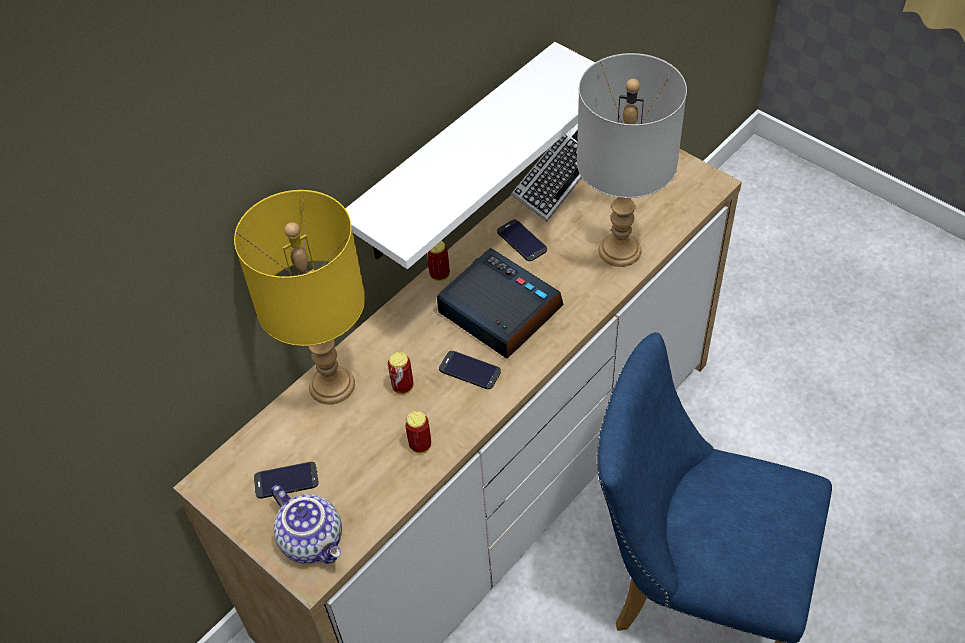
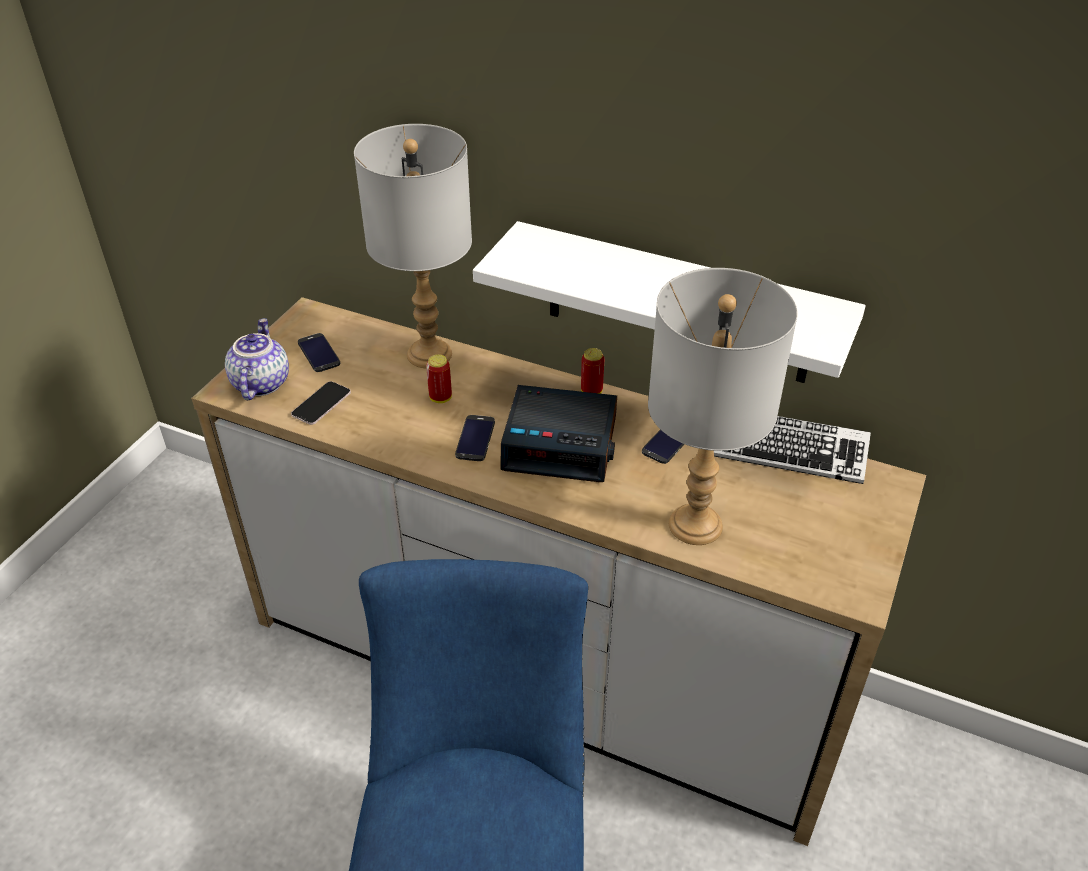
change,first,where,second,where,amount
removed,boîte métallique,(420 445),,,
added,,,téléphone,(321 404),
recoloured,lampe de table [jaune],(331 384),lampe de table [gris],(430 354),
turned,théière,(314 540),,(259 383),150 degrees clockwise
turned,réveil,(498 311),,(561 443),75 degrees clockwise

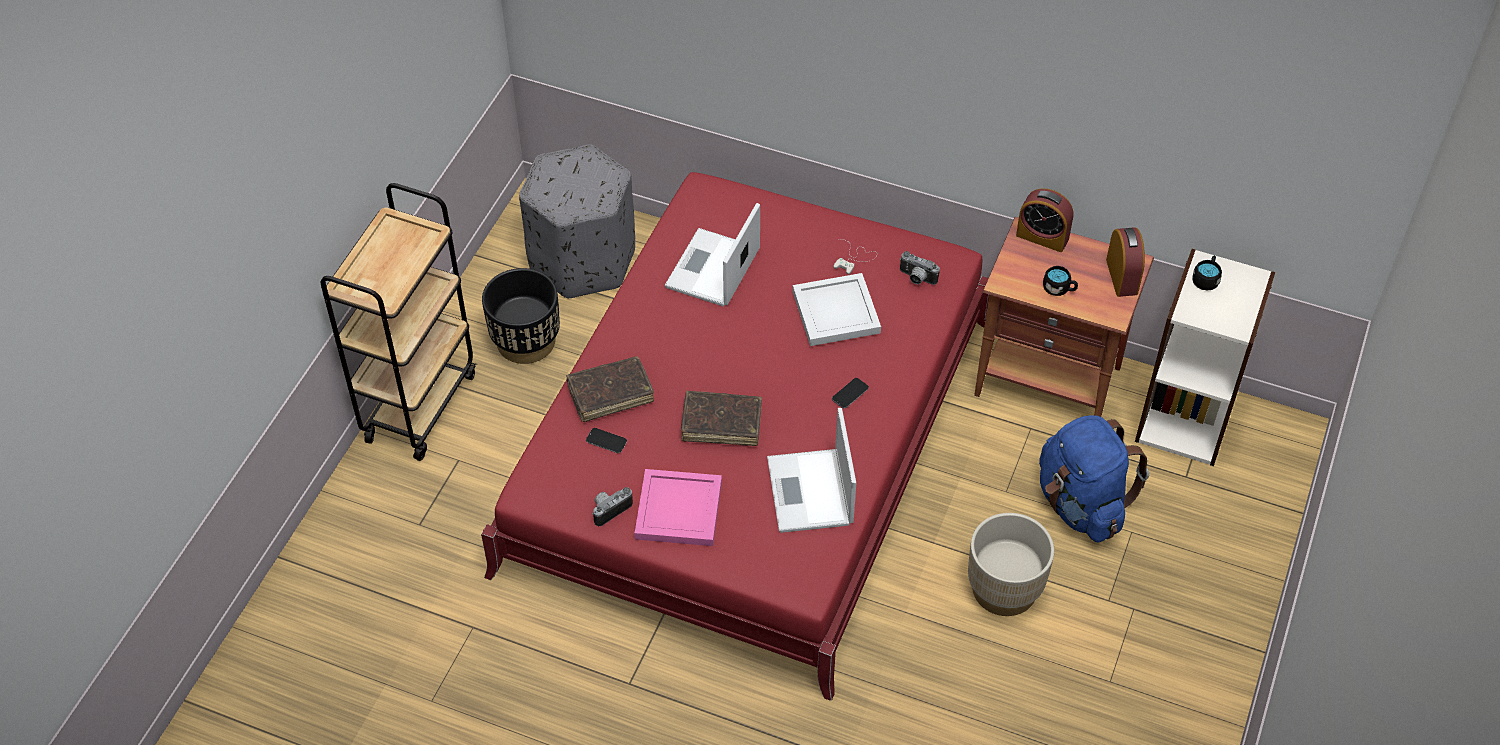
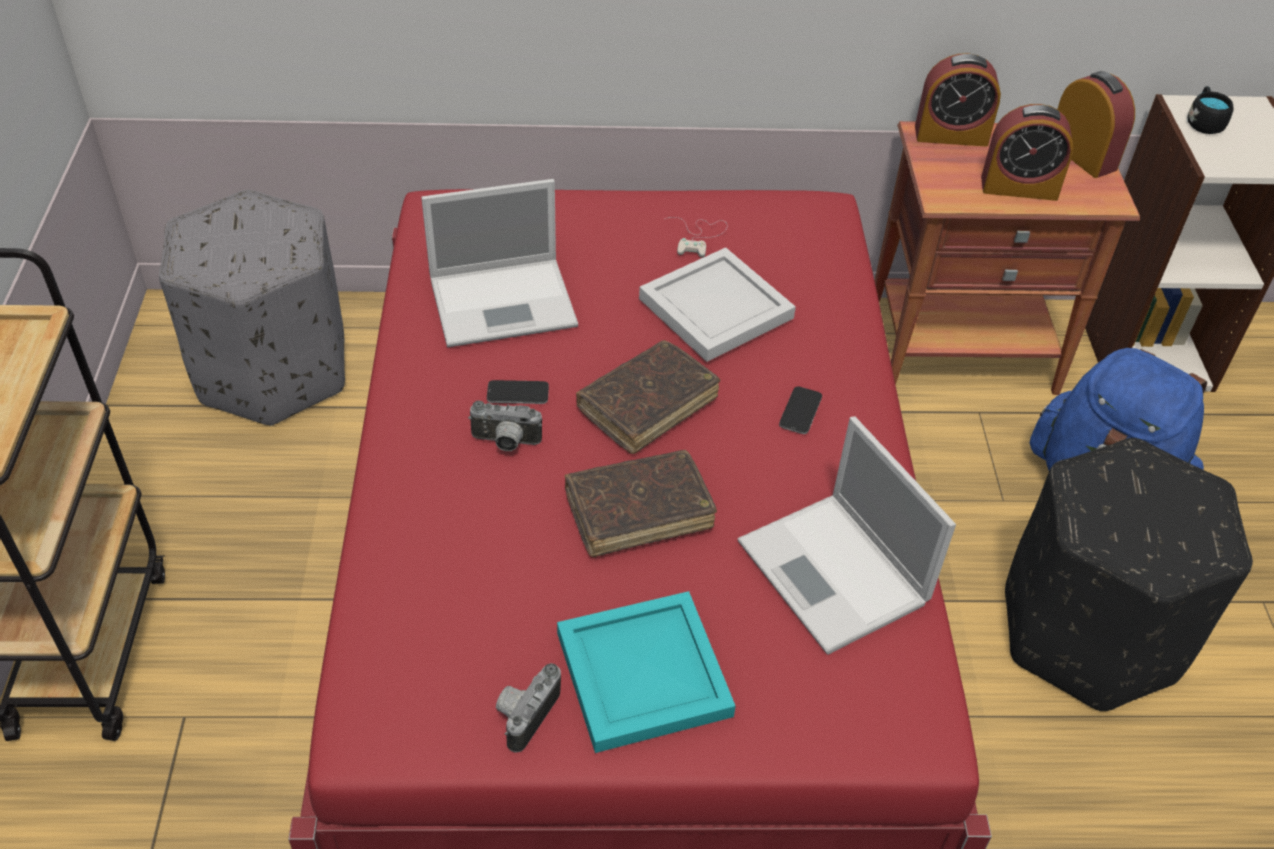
change,first,where,second,where,amount
removed,cache-pot [noir],(526 341),,,
moved,livre [marron],(610 394),,(647 405),
moved,téléphone,(606 441),,(517 393),
moved,appareil photo,(916 279),,(505 443),
replaced,cache-pot [beige],(1004 589),pouf [noir],(1090 633),
replaced,mug [noir],(1059 289),réveil,(1019 187),
recoloured,plateau [rose],(680 511),plateau [turquoise],(646 675),
turned,ordinateur portable,(712 270),,(506 302),105 degrees counterclockwise

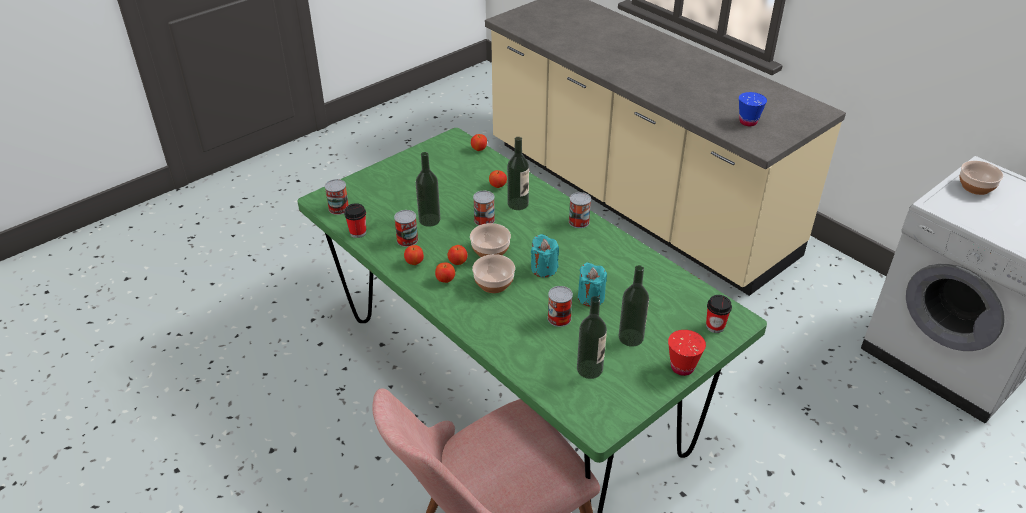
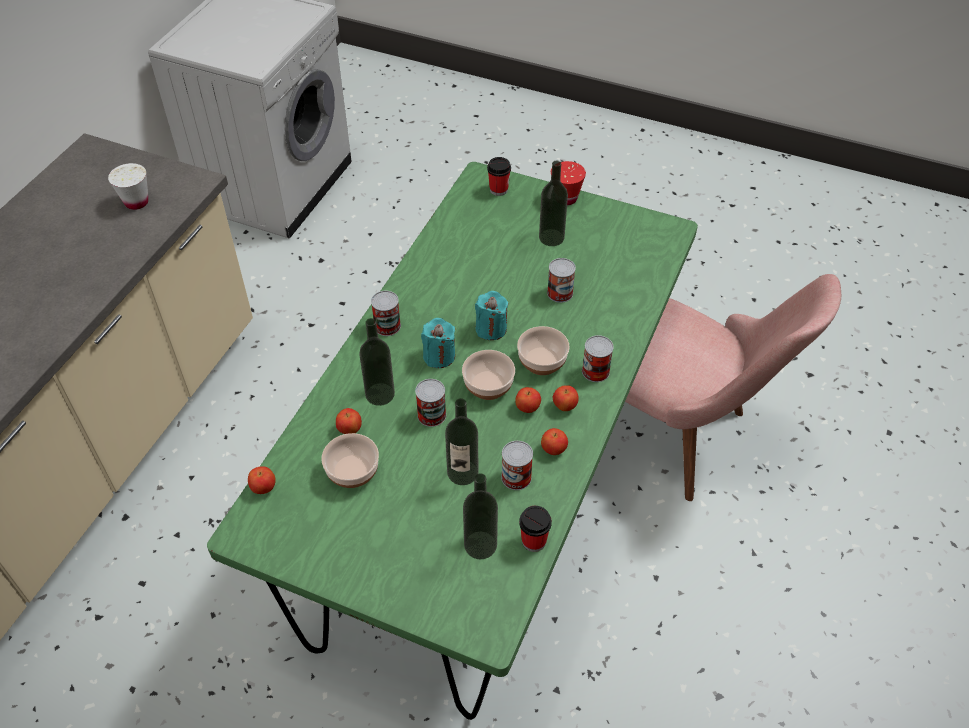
change,first,where,second,where,amount
moved,boîte métallique,(338 208),,(595 371),
moved,bouteille,(589 369),,(480 545),
moved,bougie [turquoise],(591 297),,(439 356),
moved,bol,(976 187),,(353 471),
recoloured,tasse [bleu],(748 122),tasse [blanc],(136 202),

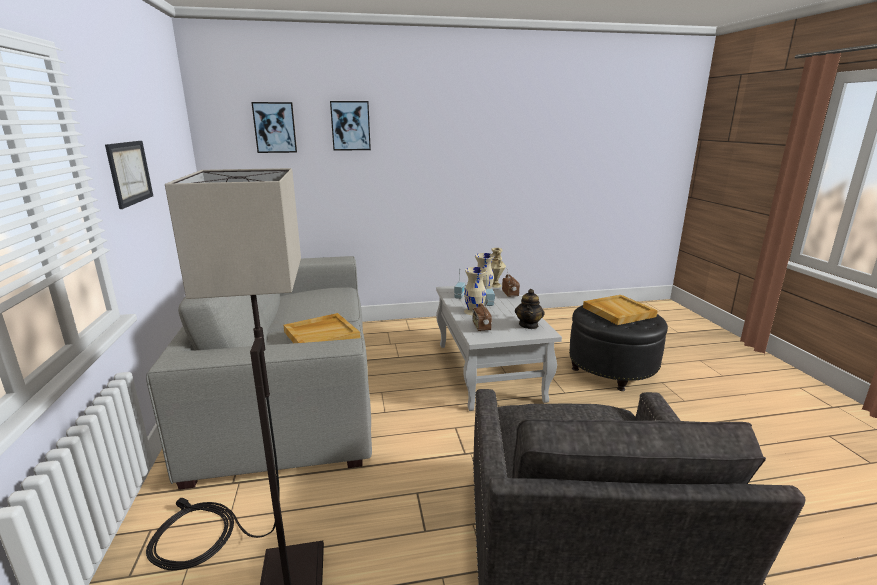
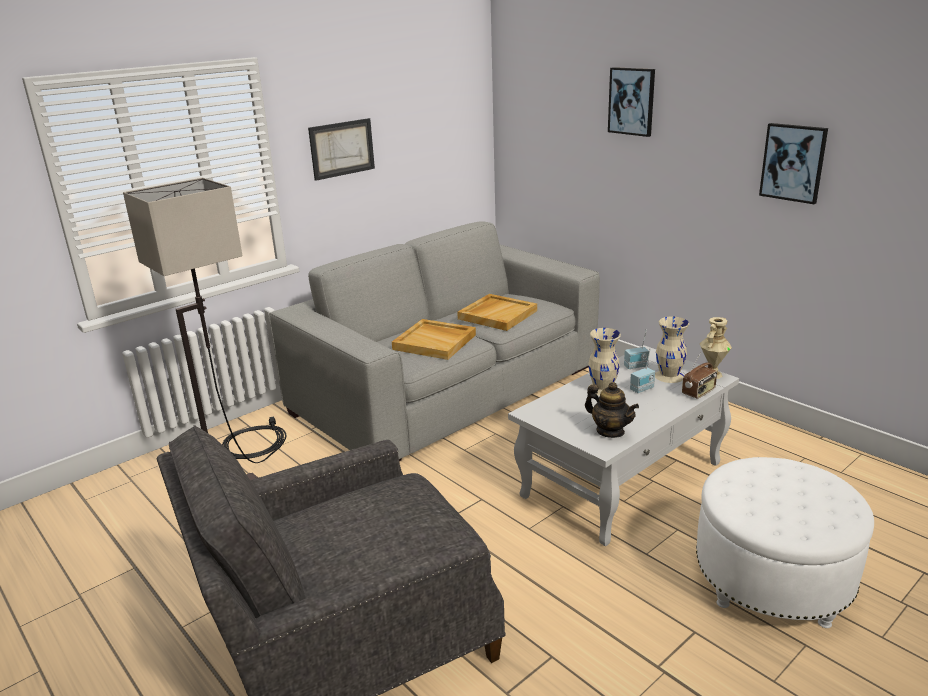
change,first,where,second,where,amount
removed,radio,(481 327),,,
moved,tableau,(275 127),,(793 162),
moved,plateau [beige],(618 312),,(497 314),
recoloured,pouf [noir],(611 370),pouf [blanc],(771 582),
turned,théière,(529 325),,(610 431),120 degrees counterclockwise

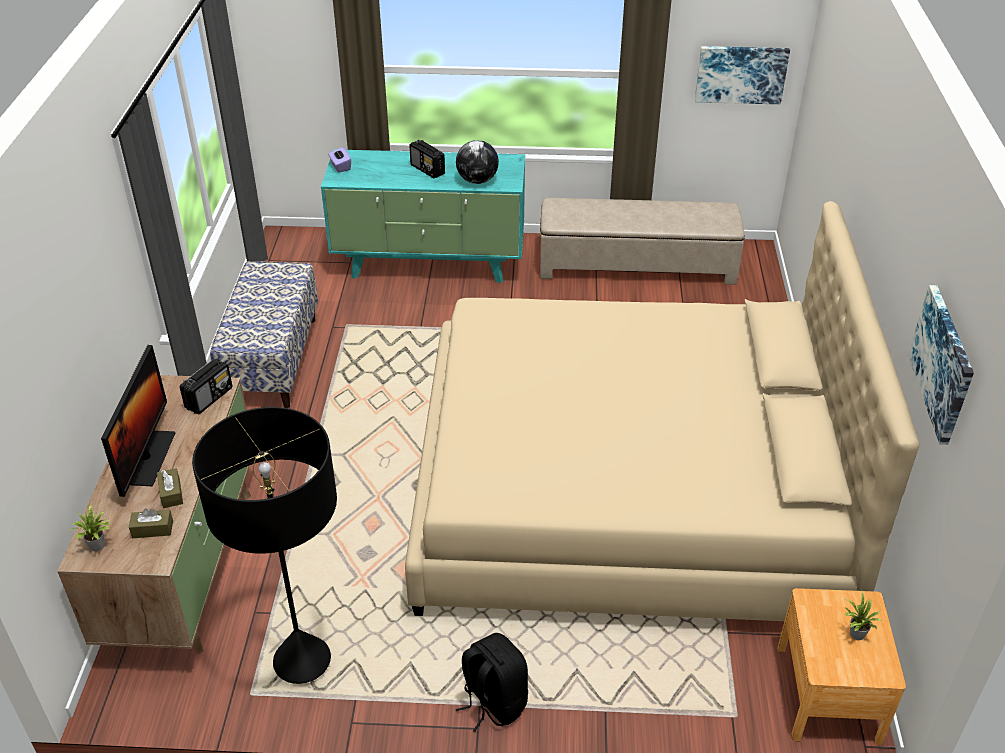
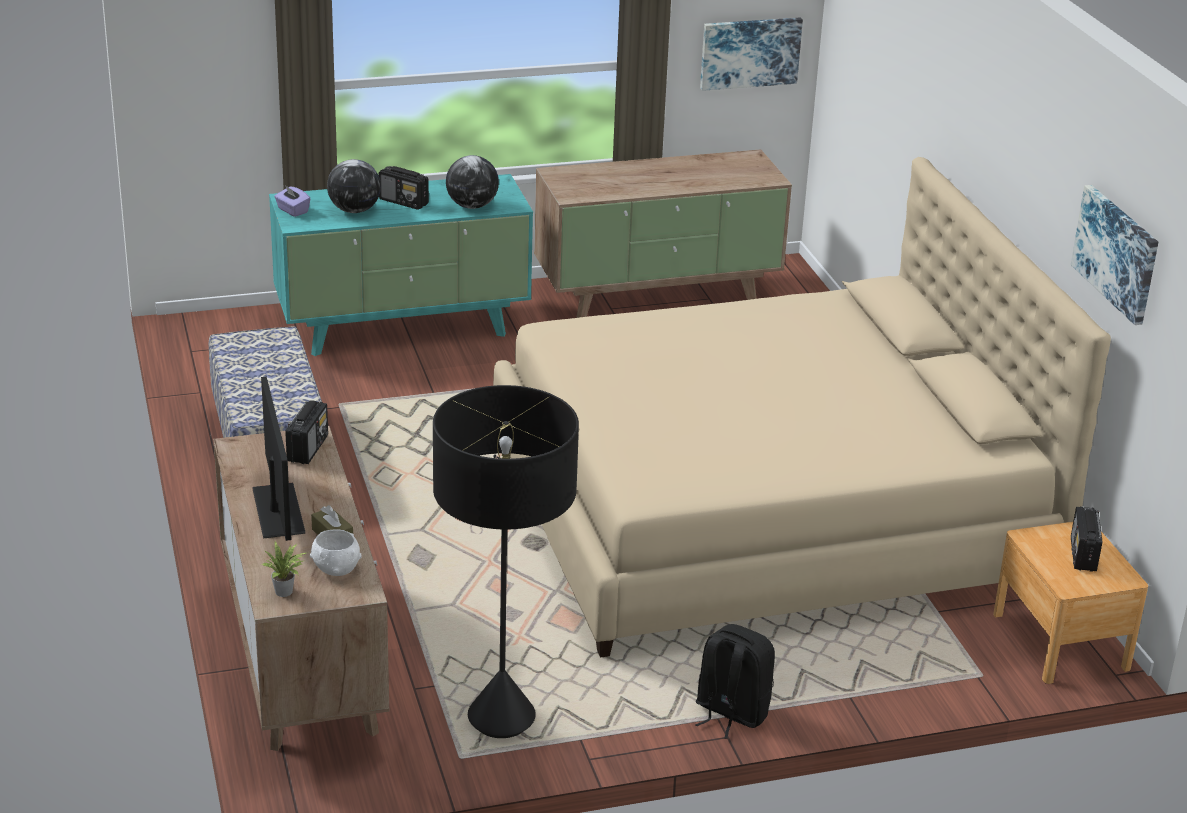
change,first,where,second,where,amount
added,,,globe,(354 210),
replaced,boîte à mouchoirs [marron],(152 529),bol [blanc],(336 568),
replaced,banc [beige],(637 264),commode [vert],(656 296),
replaced,plante en pot,(855 634),radio,(1083 555),

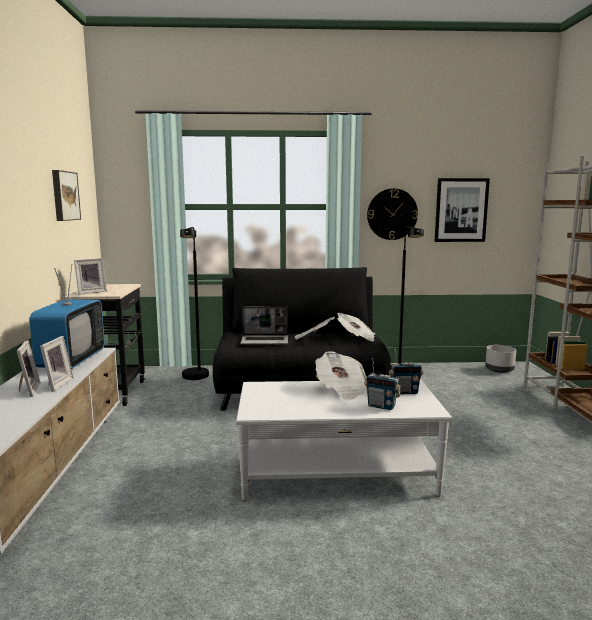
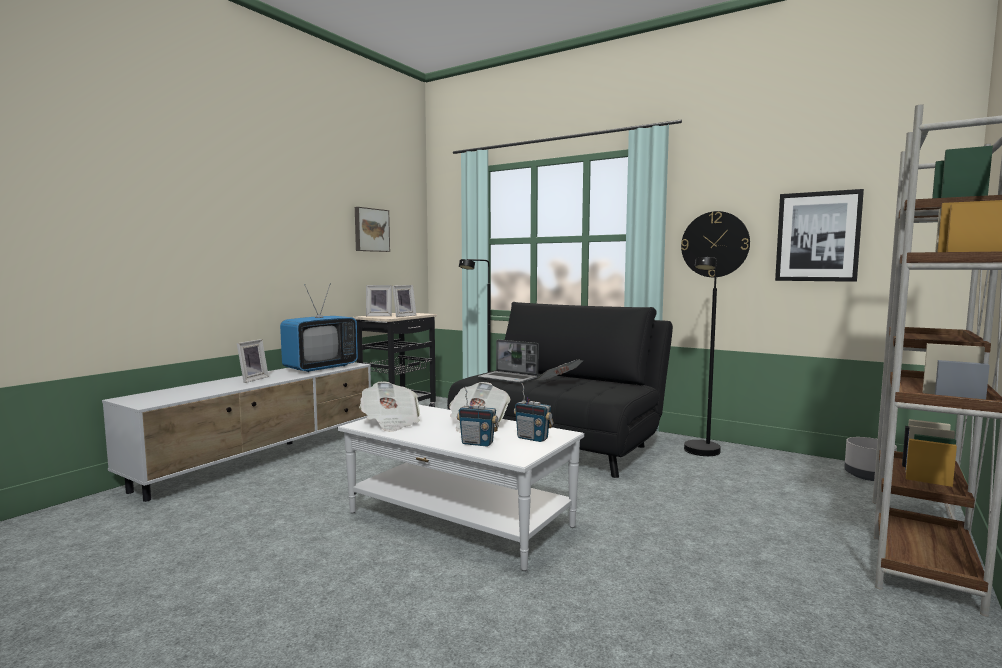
change,first,where,second,where,amount
moved,cadre photo,(56 384),,(403 316),
moved,journal,(356 337),,(391 423),
turned,radio,(381 406),,(477 443),45 degrees counterclockwise

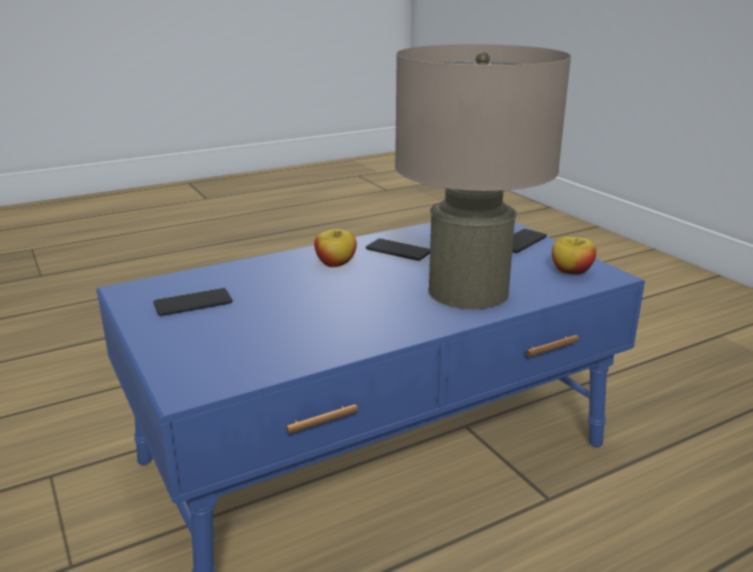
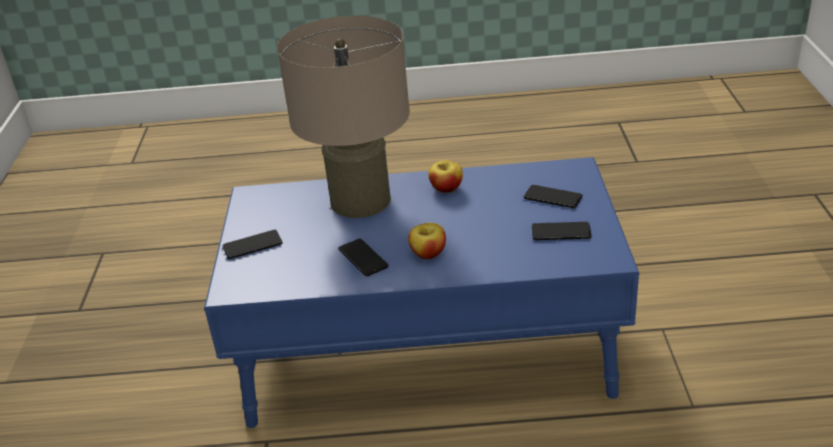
change,first,where,second,where,amount
added,,,téléphone,(552 197),
moved,pomme,(571 271),,(446 188),

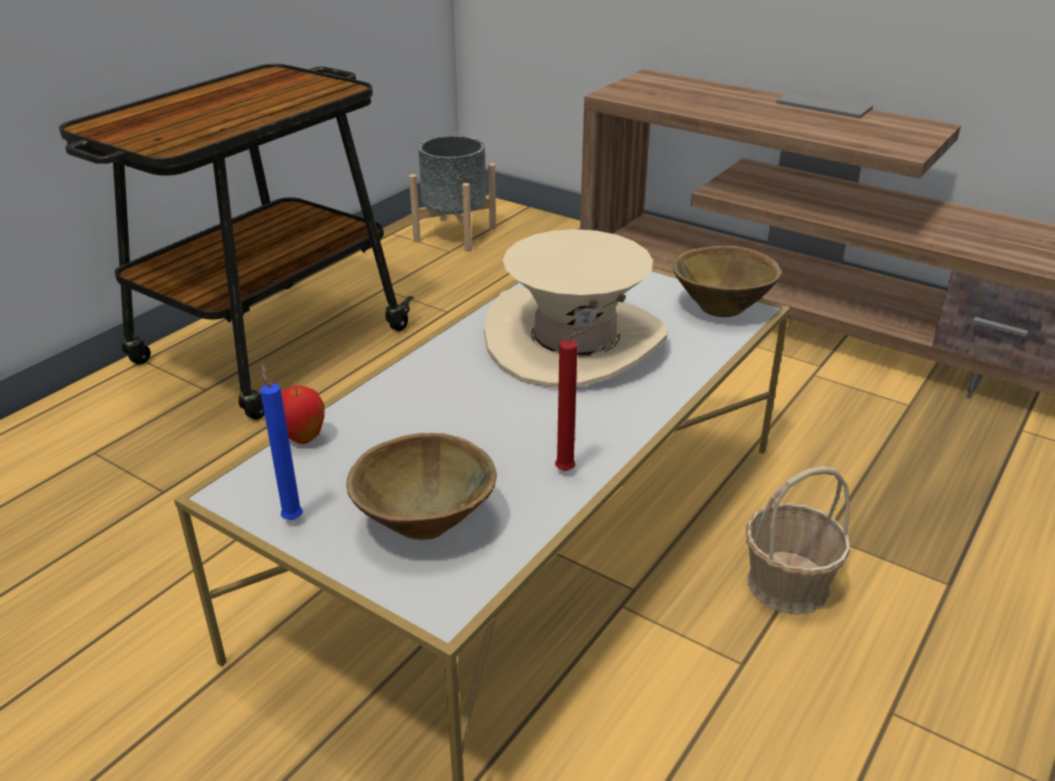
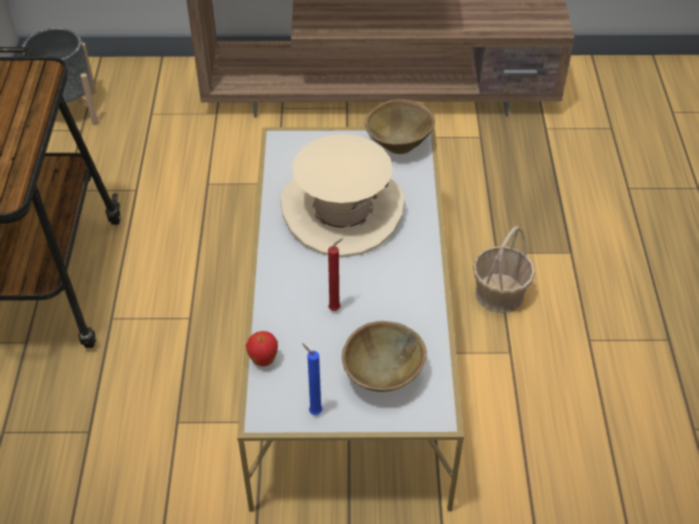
change,first,where,second,where,amount
moved,bougie [rouge],(568 471),,(336 308),

